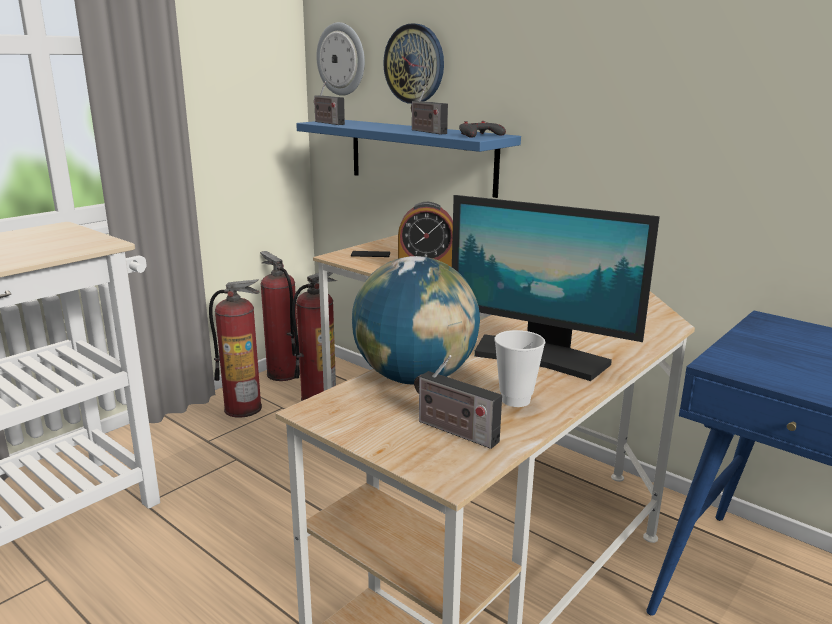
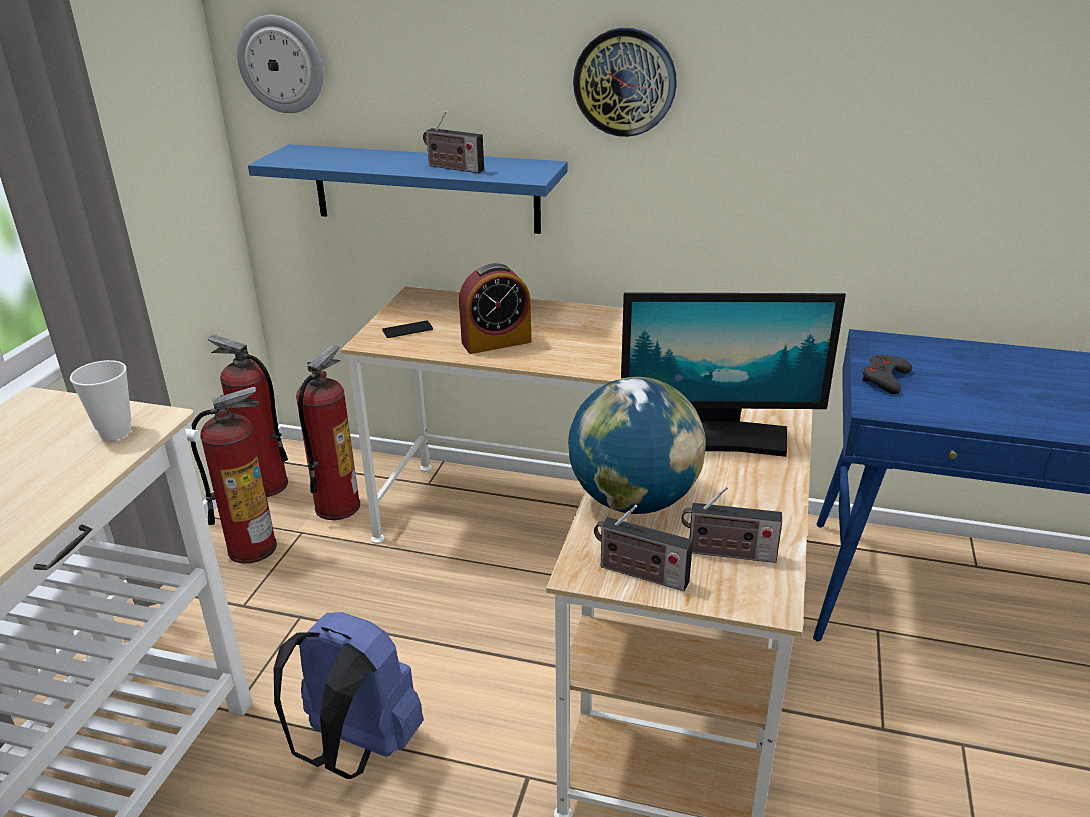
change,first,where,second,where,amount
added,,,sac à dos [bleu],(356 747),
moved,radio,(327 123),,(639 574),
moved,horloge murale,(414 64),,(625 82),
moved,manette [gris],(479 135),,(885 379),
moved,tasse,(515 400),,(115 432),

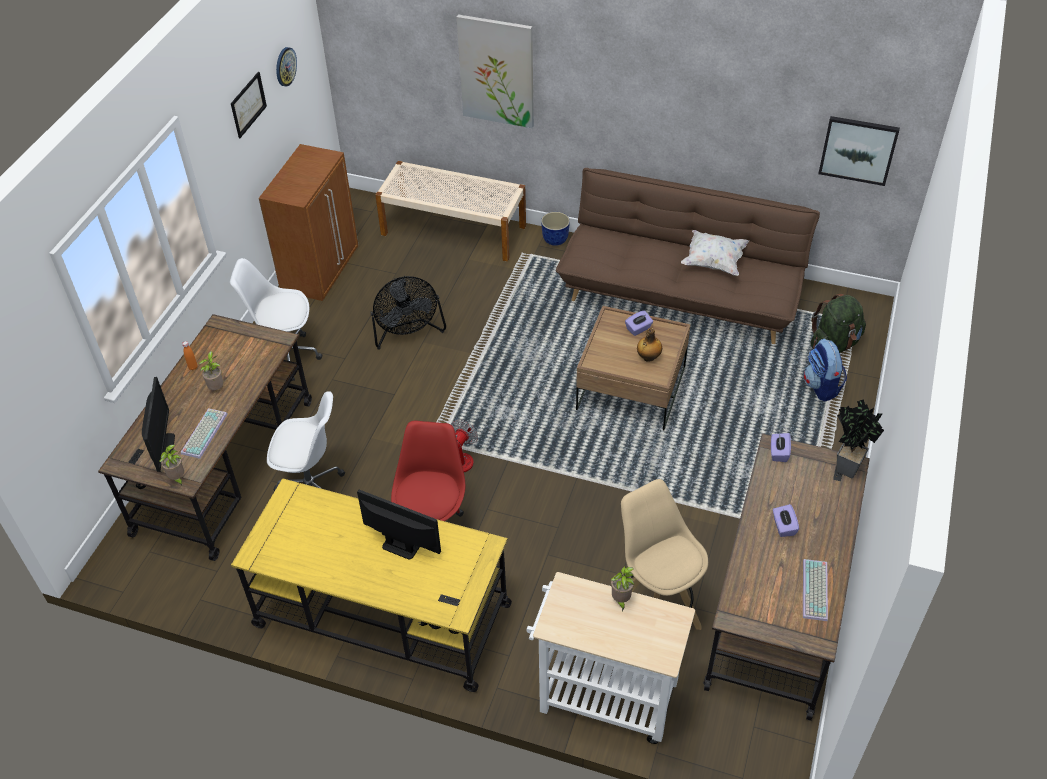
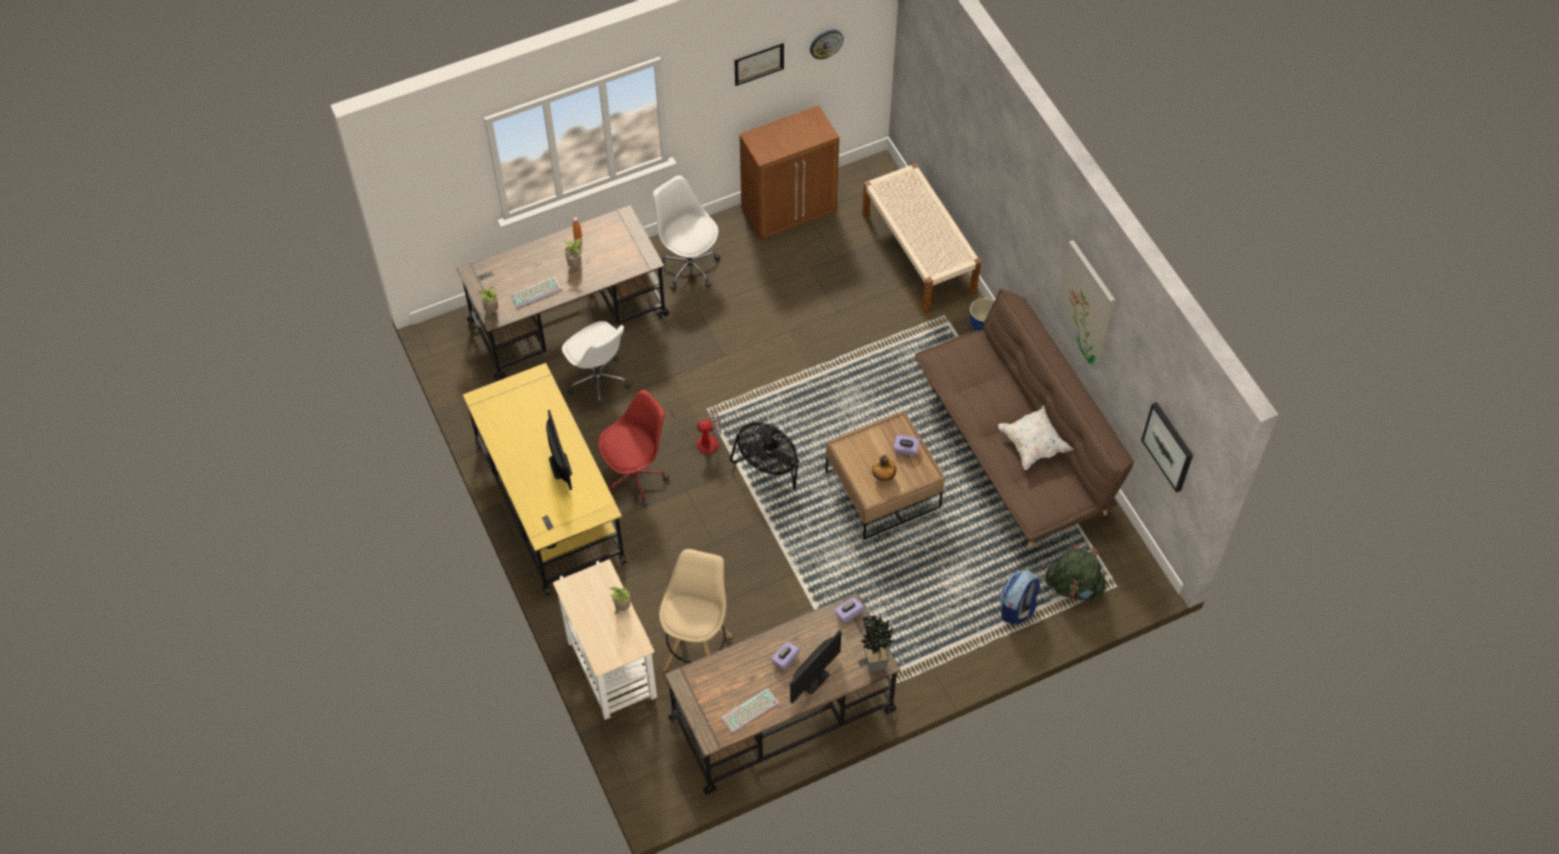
change,first,where,second,where,amount
moved,écran d'ordinateur,(163 446),,(813 679),
moved,ventilateur [noir],(404 331),,(768 464),
moved,tableau,(497 71),,(1085 305),

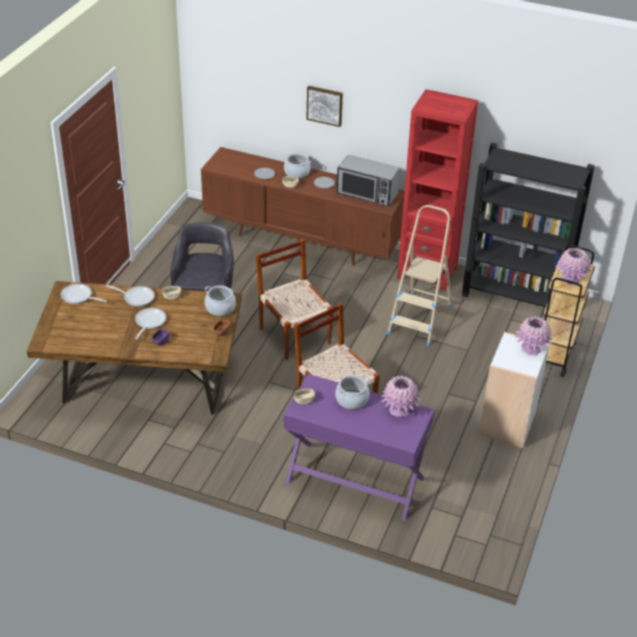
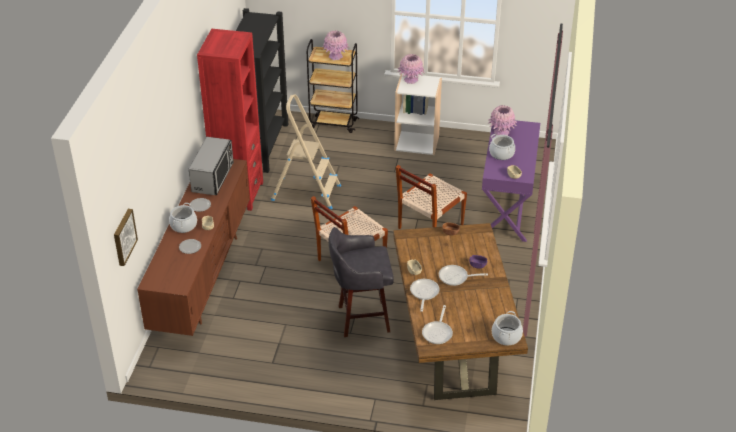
change,first,where,second,where,amount
moved,marmite,(220 308),,(506 336),
moved,tableau,(325 105),,(123 237),

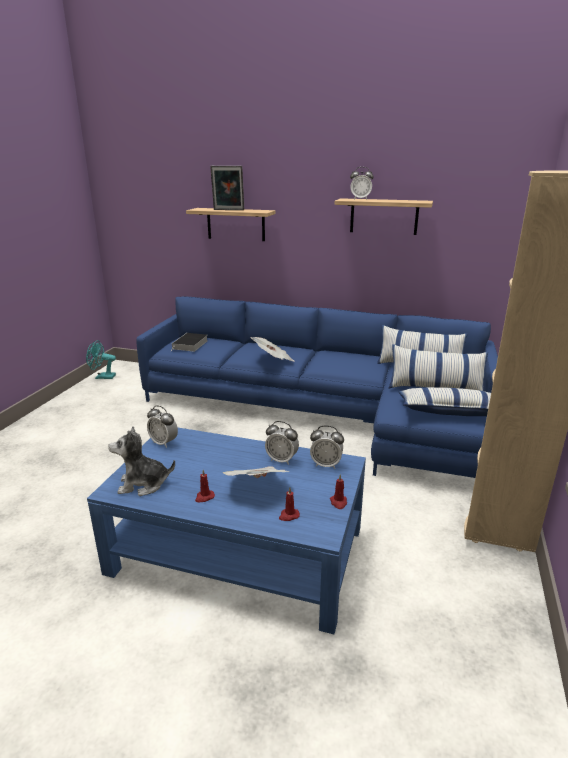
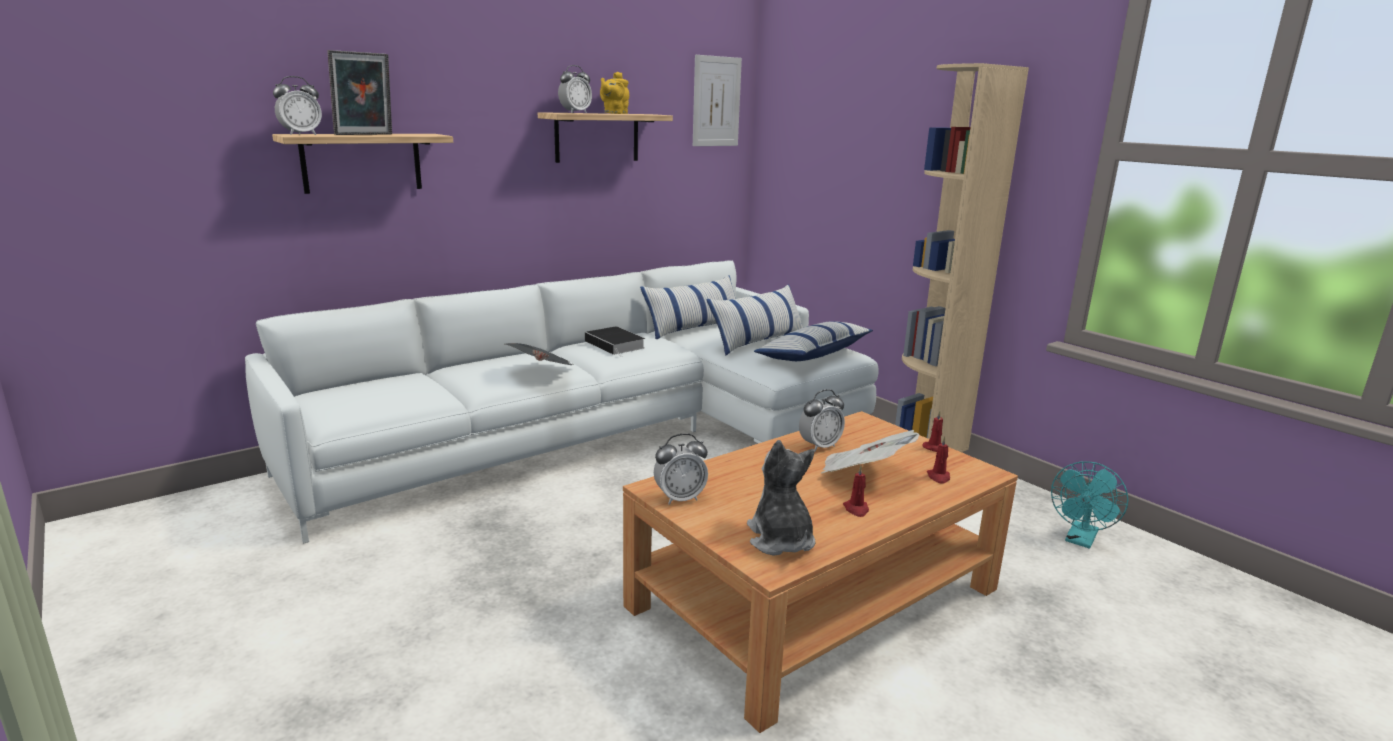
change,first,where,second,where,amount
added,,,théière [jaune],(614 113),
added,,,tableau,(716 101),
moved,ventilateur [turquoise],(102 377),,(1080 540),
moved,livre,(190 345),,(616 345),
moved,réveil,(326 464),,(301 134),
recoloured,table basse [bleu],(239 550),table basse [marron],(816 596),
recoloured,canapé [bleu],(327 413),canapé [blanc],(604 435),
turned,peluche,(143 484),,(780 540),135 degrees clockwise

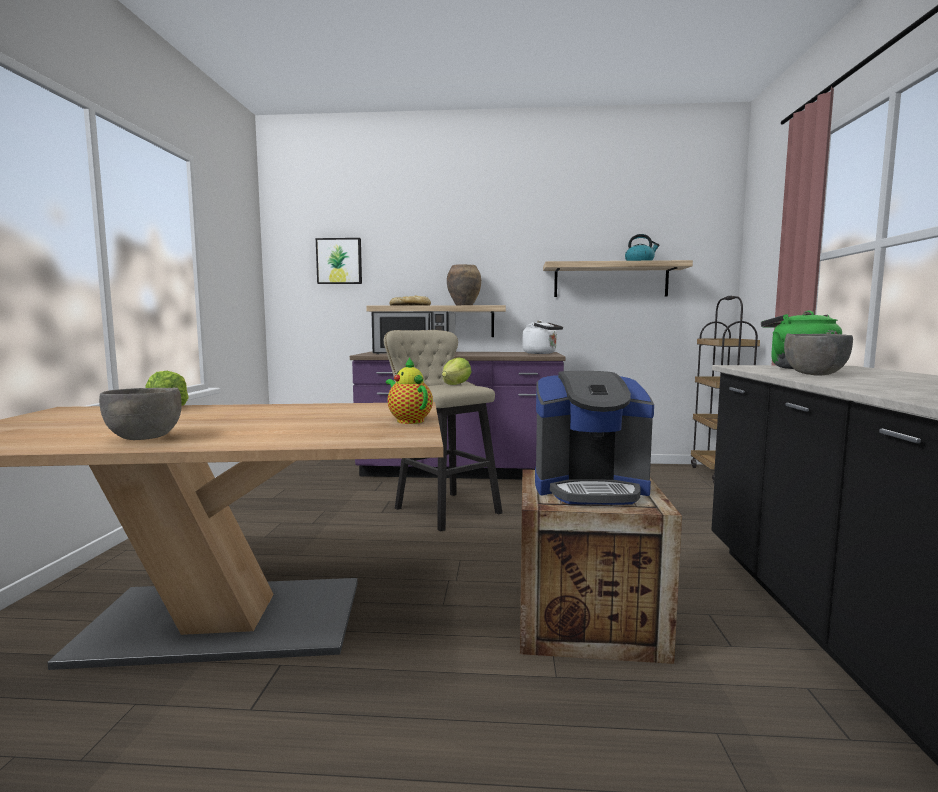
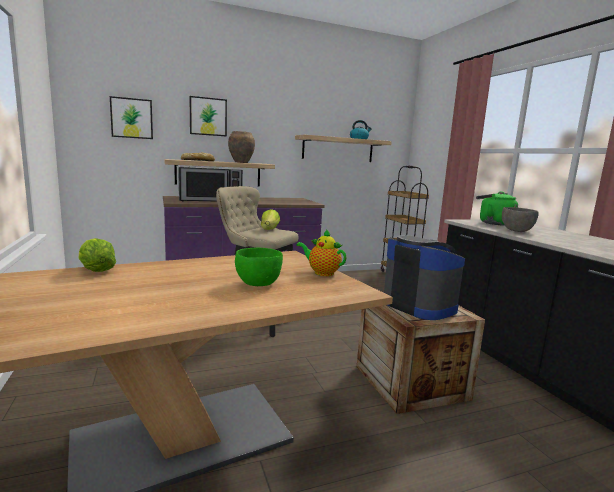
change,first,where,second,where,amount
removed,bol [gris],(145 438),,,
removed,bouilloire [blanc],(541 353),,,
added,,,tableau,(208 116),
added,,,bol [vert],(258 284),
turned,machine à café,(590 488),,(419 305),105 degrees counterclockwise

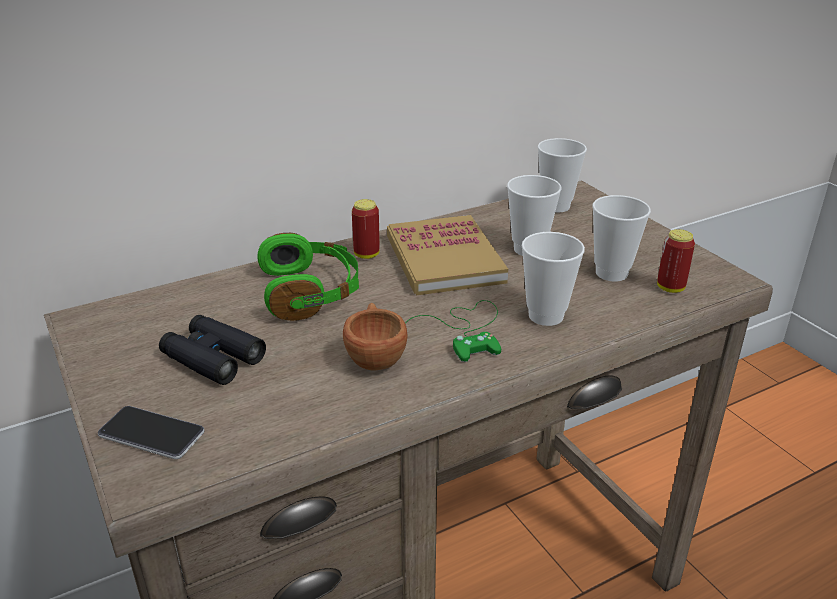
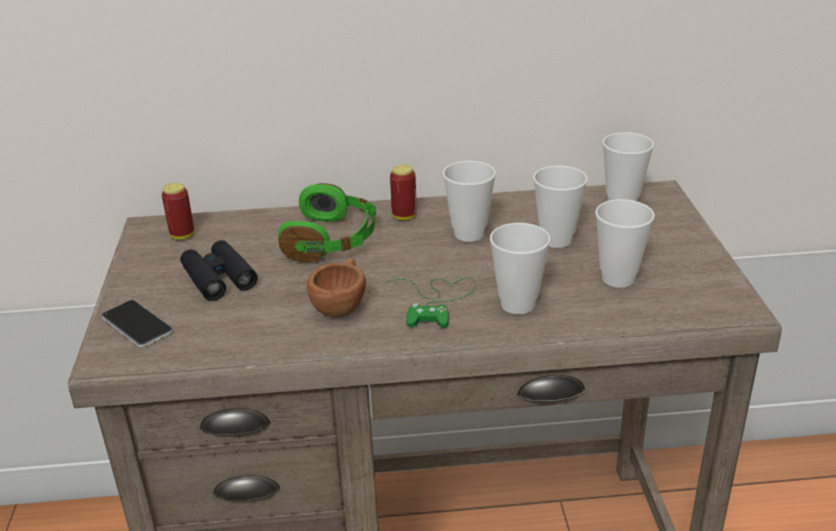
change,first,where,second,where,amount
moved,boîte métallique,(670 288),,(182 235),
replaced,livre,(444 259),tasse,(469 234),

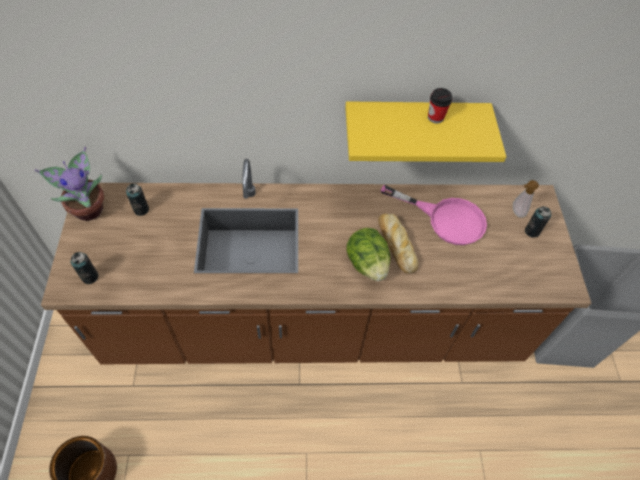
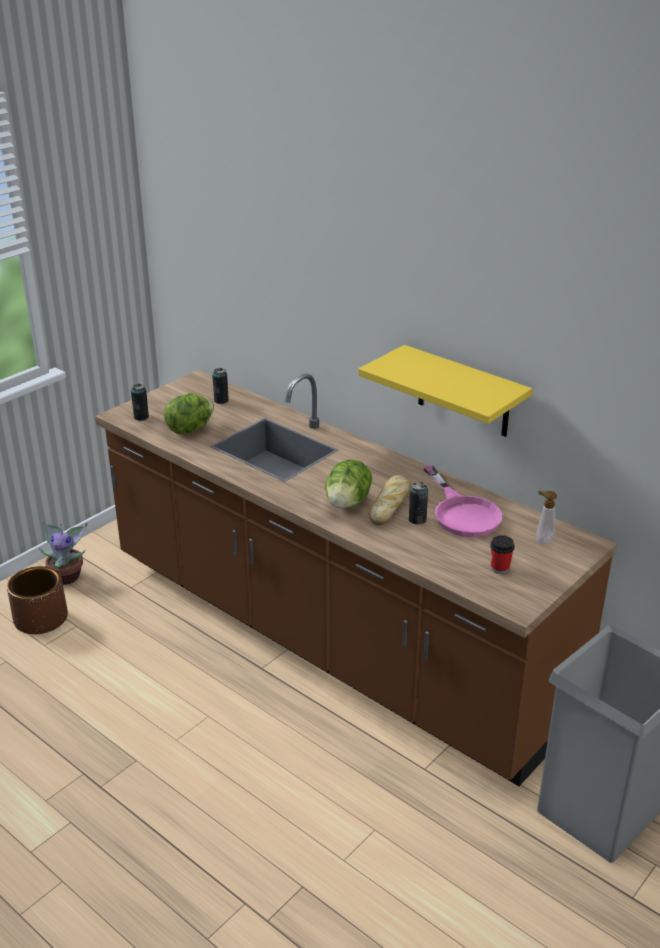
change,first,where,second,where,amount
added,,,laitue,(190 429),
moved,plante en pot,(88 208),,(67 576),
moved,tasse,(435 117),,(500 568),
moved,boîte métallique,(532 231),,(417 520),

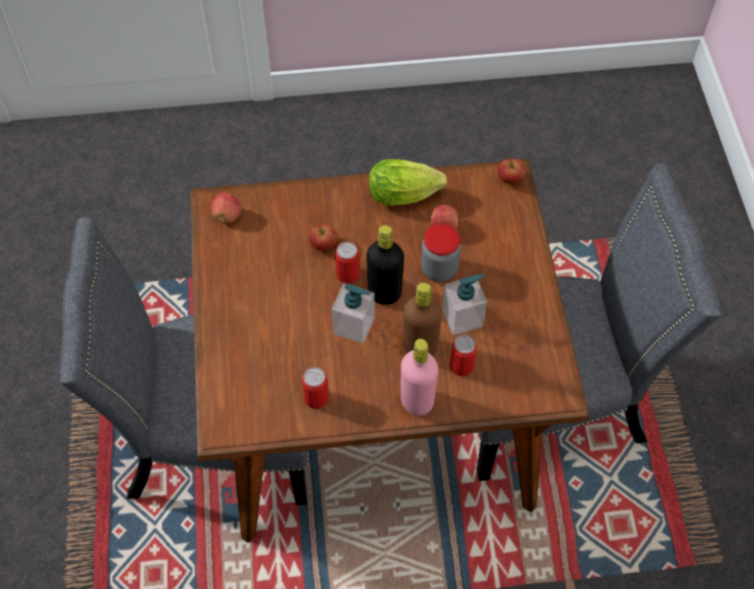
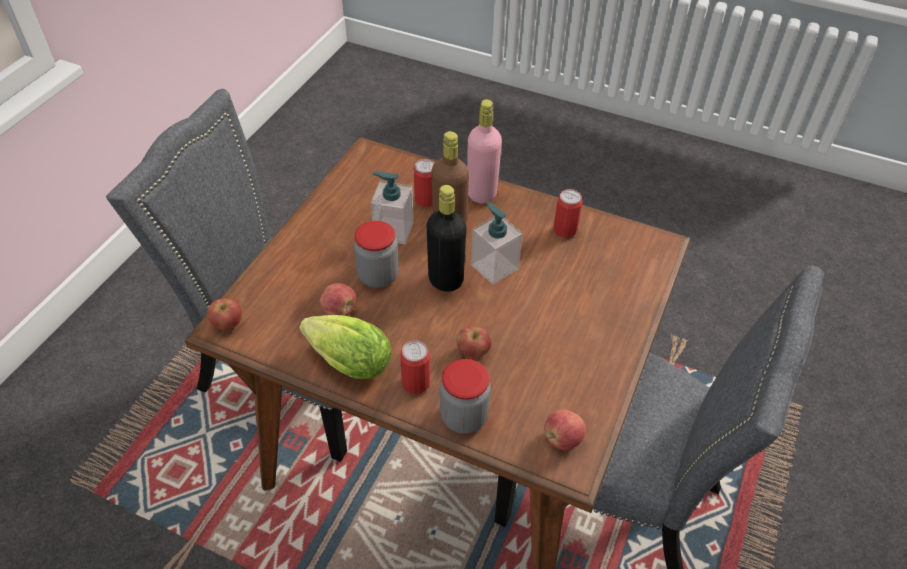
change,first,where,second,where,amount
added,,,bocal,(464 417),
moved,boîte métallique,(348 274),,(415 383),

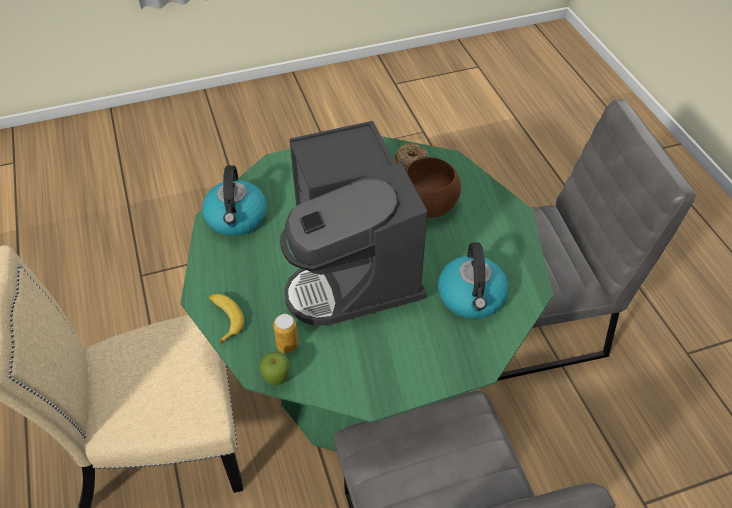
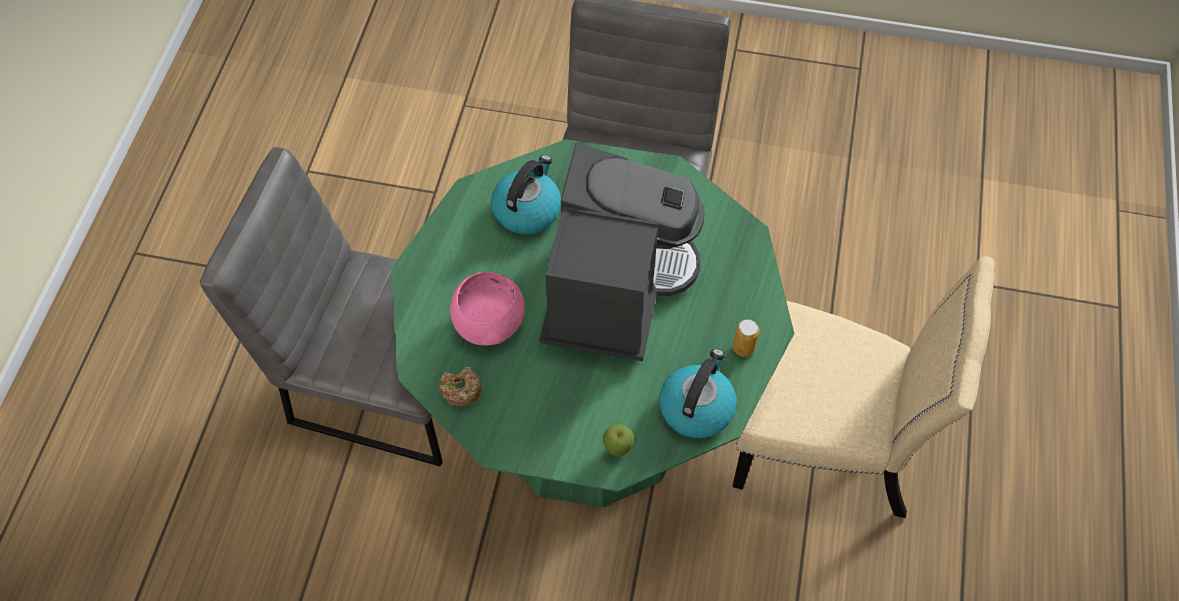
change,first,where,second,where,amount
removed,banane,(224 318),,,
moved,pomme,(277 380),,(617 450),
moved,boîte métallique,(287 345),,(743 348),
recoloured,bol [marron],(428 204),bol [rose],(487 323),

